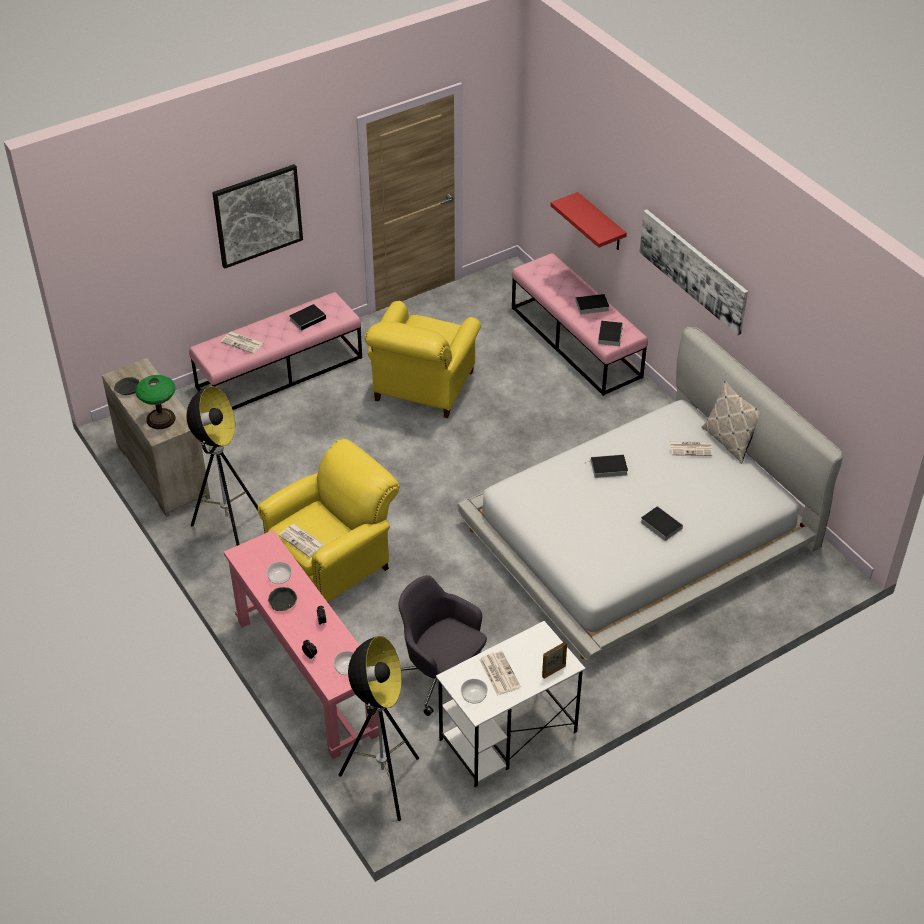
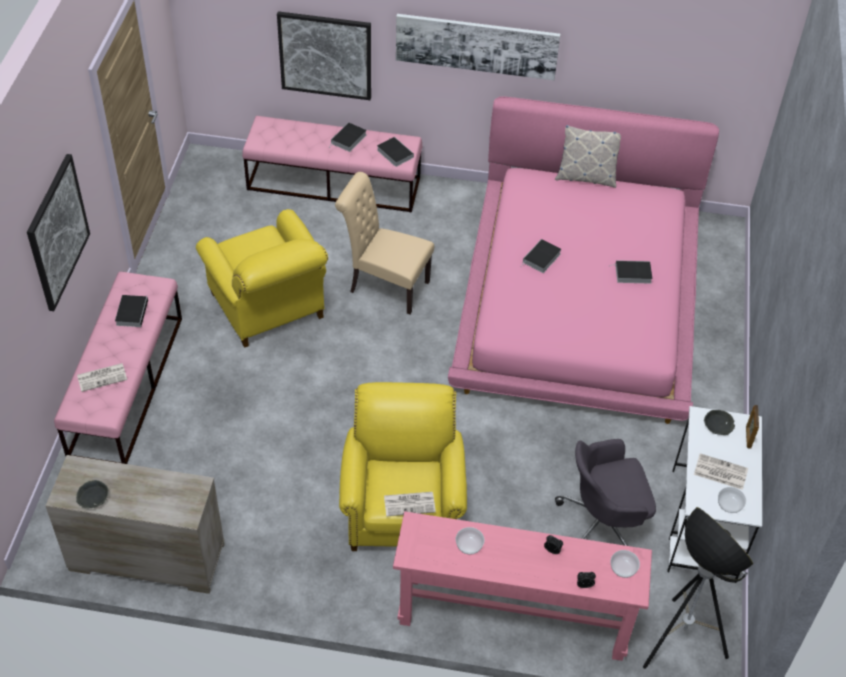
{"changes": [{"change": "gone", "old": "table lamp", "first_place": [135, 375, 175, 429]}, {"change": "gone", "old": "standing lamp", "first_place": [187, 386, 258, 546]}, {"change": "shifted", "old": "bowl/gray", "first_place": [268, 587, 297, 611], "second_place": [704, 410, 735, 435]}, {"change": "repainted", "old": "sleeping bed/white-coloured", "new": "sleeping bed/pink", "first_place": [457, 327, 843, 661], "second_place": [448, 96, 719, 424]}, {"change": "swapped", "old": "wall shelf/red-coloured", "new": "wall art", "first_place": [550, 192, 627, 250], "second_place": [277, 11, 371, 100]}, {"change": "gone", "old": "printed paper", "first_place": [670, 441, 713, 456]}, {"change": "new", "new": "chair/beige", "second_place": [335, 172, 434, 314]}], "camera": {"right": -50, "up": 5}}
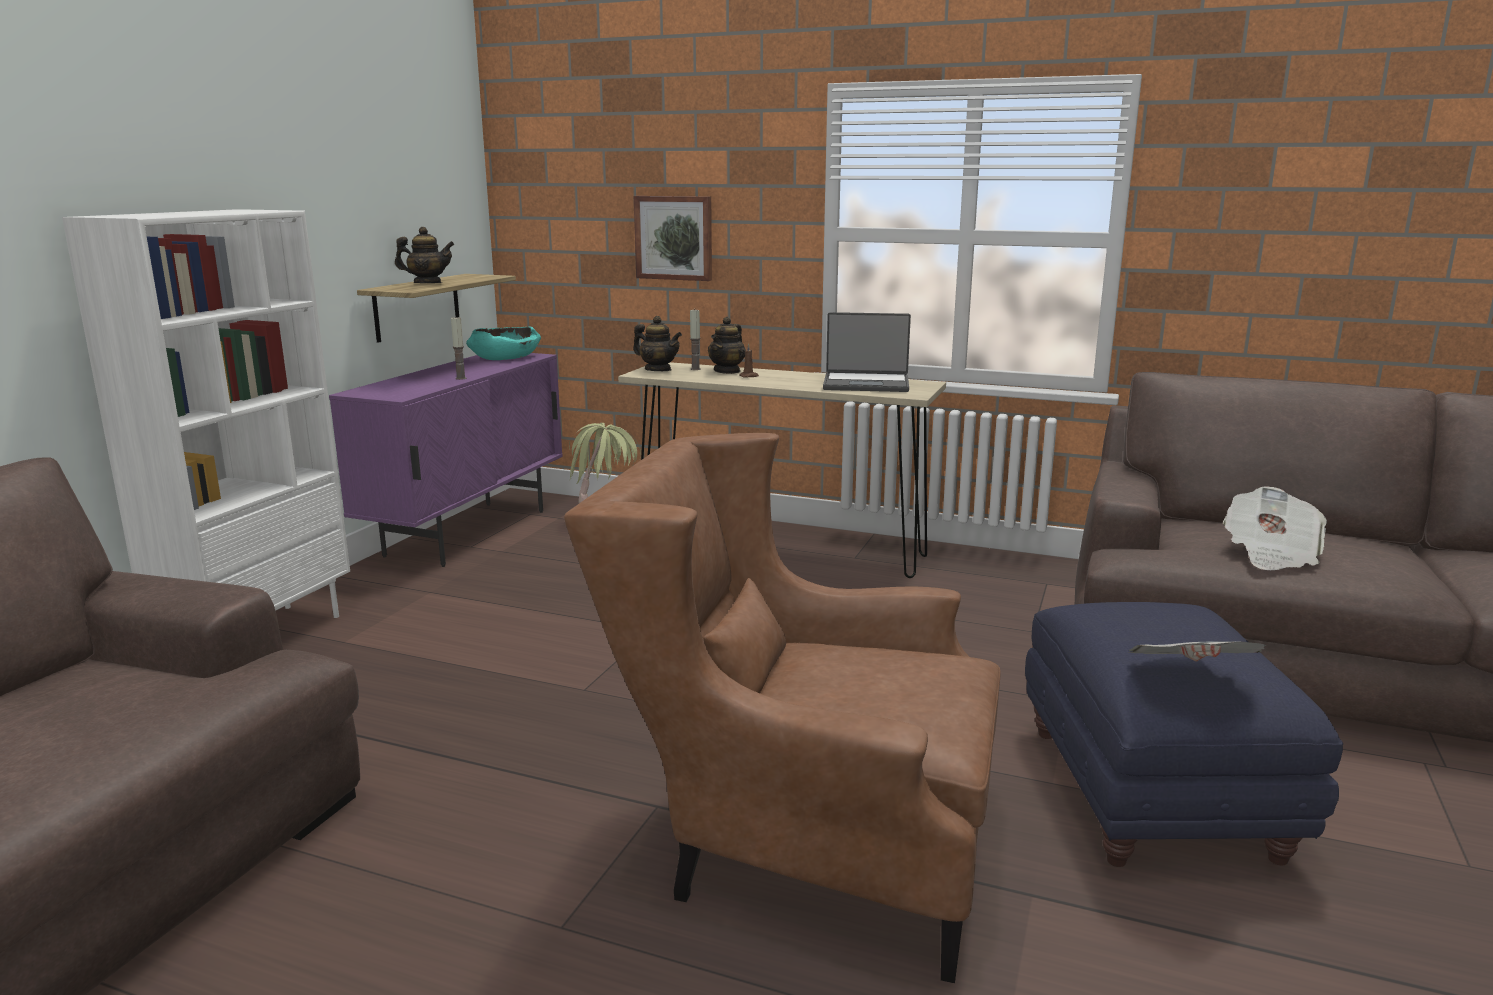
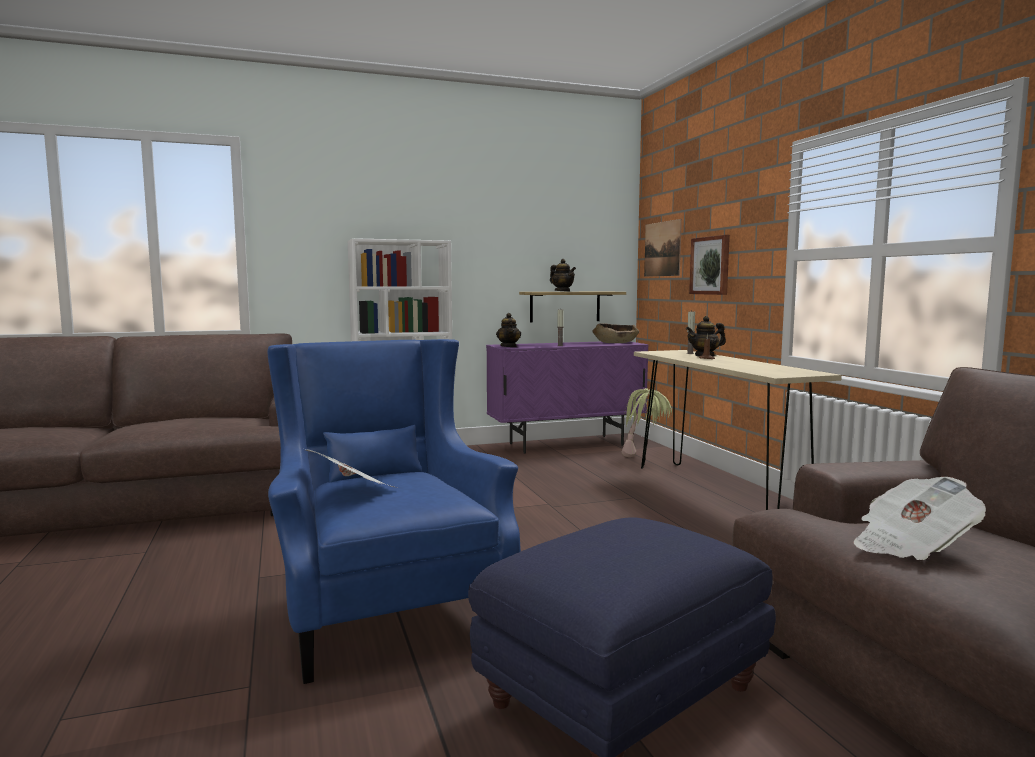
{"changes": [{"change": "repainted", "old": "bowl/turquoise-coloured", "new": "bowl/brownish", "first_place": [466, 327, 541, 360], "second_place": [593, 323, 639, 343]}, {"change": "repainted", "old": "easy chair/brownish", "new": "easy chair/blue-coloured", "first_place": [564, 433, 1001, 983], "second_place": [268, 339, 521, 684]}, {"change": "shifted", "old": "tea pot", "first_place": [633, 316, 682, 371], "second_place": [496, 313, 521, 347]}, {"change": "gone", "old": "portable computer", "first_place": [823, 312, 911, 392]}, {"change": "shifted", "old": "printed paper", "first_place": [1129, 641, 1267, 662], "second_place": [306, 449, 394, 487]}, {"change": "new", "new": "wall art", "second_place": [644, 219, 682, 277]}], "camera": {"right": 50, "up": -10}}
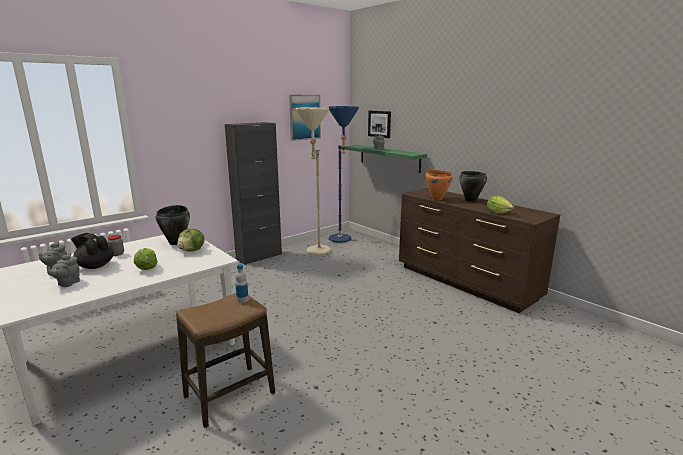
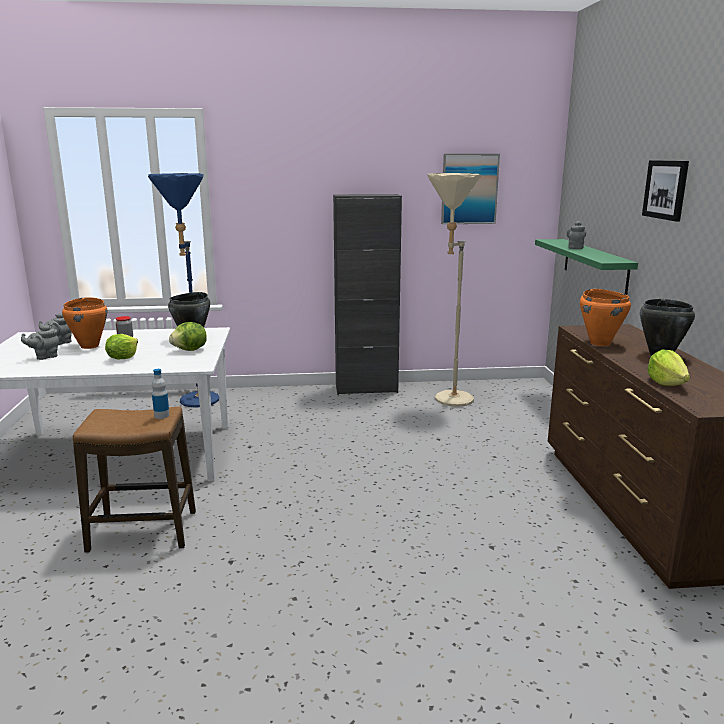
{"changes": [{"change": "swapped", "old": "tea pot/black-coloured", "new": "stockpot/orangey", "first_place": [71, 233, 114, 269], "second_place": [62, 297, 108, 349]}, {"change": "shifted", "old": "standing lamp/blue-coloured", "first_place": [328, 106, 359, 243], "second_place": [148, 173, 219, 407]}, {"change": "shifted", "old": "wall art", "first_place": [368, 111, 391, 138], "second_place": [642, 160, 689, 221]}], "camera": {"right": 35, "up": 0}}
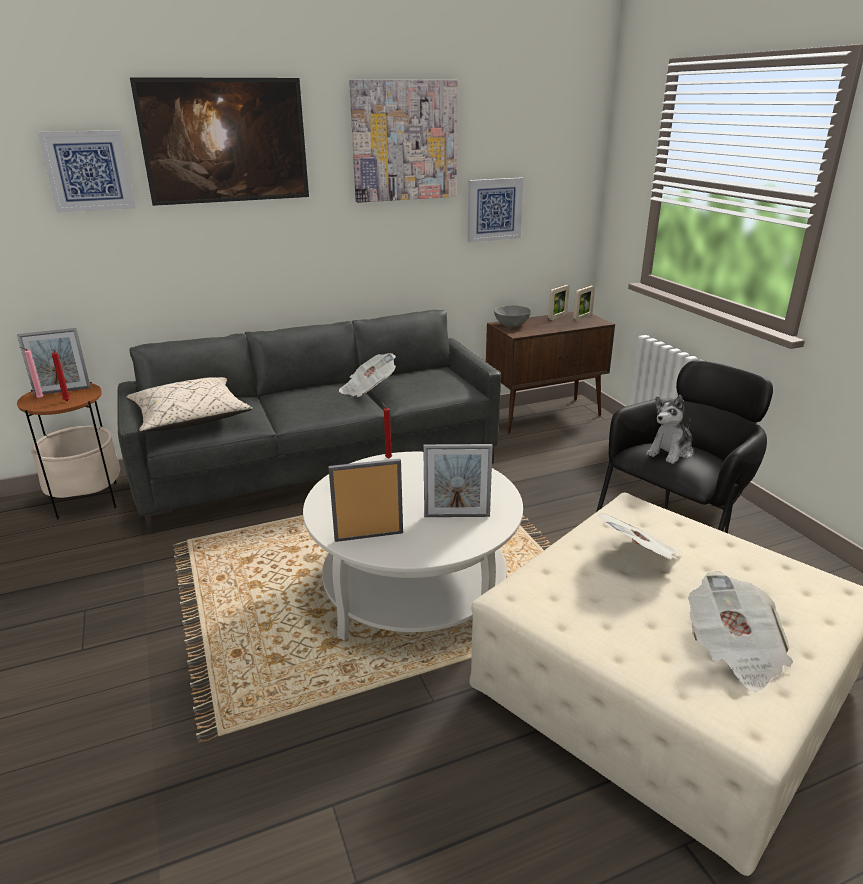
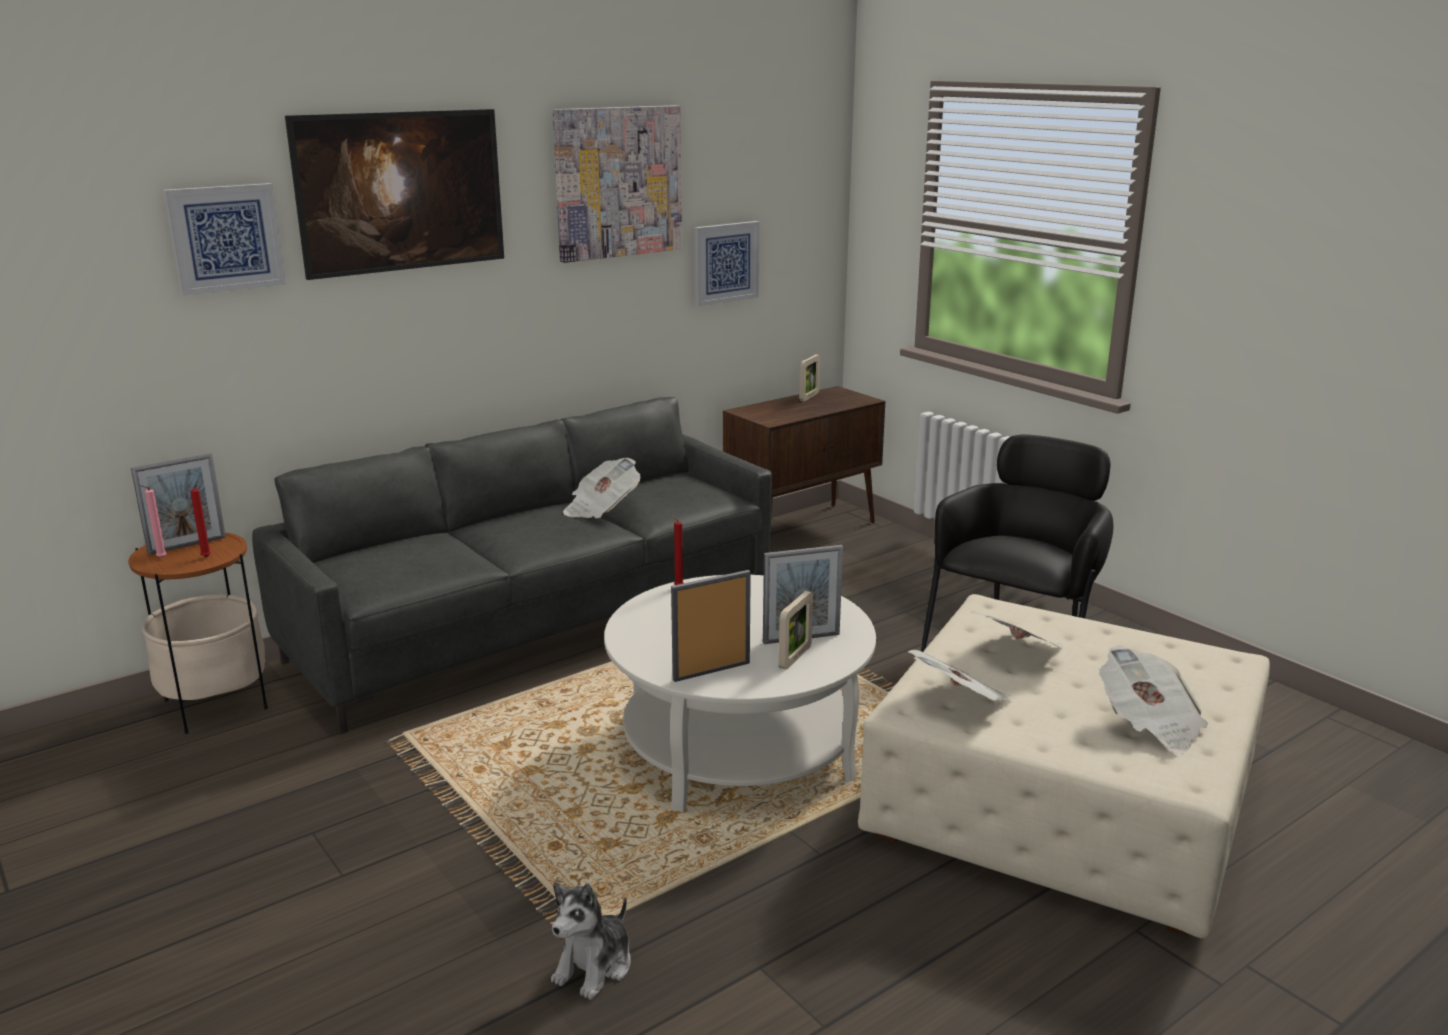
{"changes": [{"change": "gone", "old": "throw pillow/beige", "first_place": [127, 377, 253, 432]}, {"change": "gone", "old": "bowl/gray", "first_place": [494, 305, 531, 327]}, {"change": "shifted", "old": "photo frame", "first_place": [573, 286, 595, 321], "second_place": [779, 591, 813, 670]}, {"change": "shifted", "old": "cuddly toy", "first_place": [646, 395, 693, 464], "second_place": [551, 882, 631, 1000]}, {"change": "new", "new": "printed paper", "second_place": [908, 650, 1013, 702]}], "camera": {"right": -15, "up": -5}}
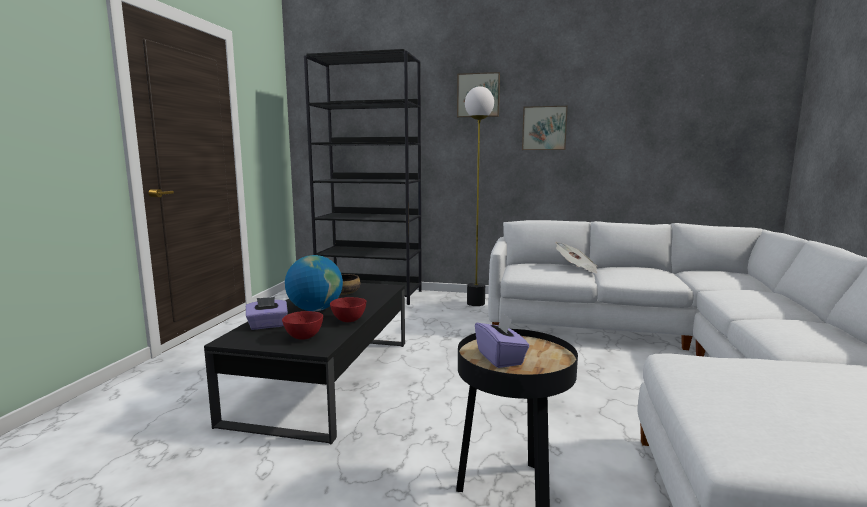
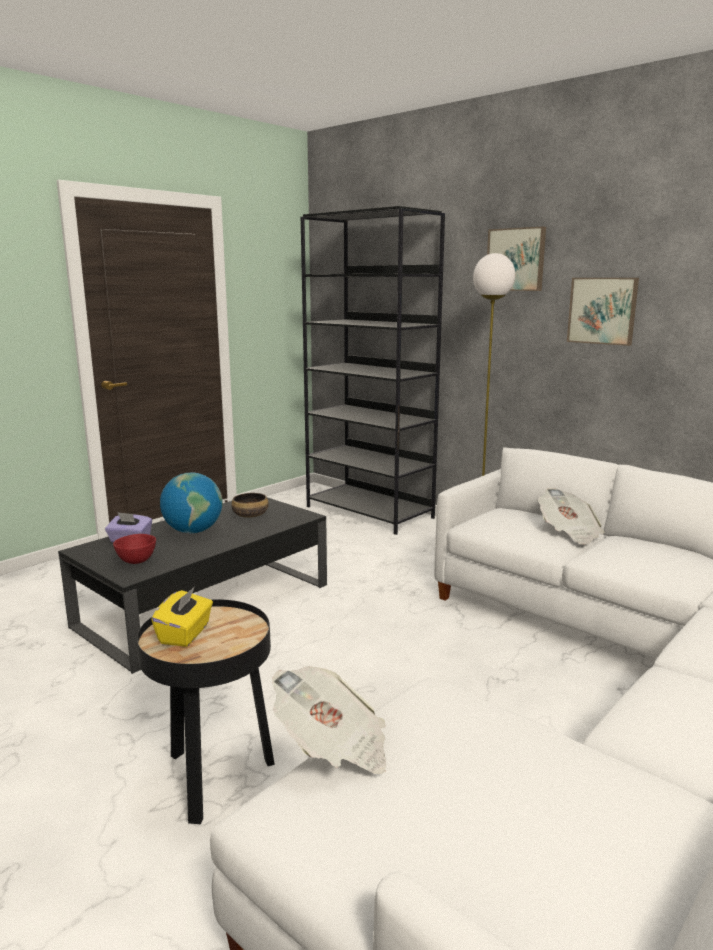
{"changes": [{"change": "gone", "old": "bowl/red-coloured", "first_place": [330, 297, 366, 322]}, {"change": "repainted", "old": "tissue box/purple", "new": "tissue box/yellowish", "first_place": [475, 313, 529, 368], "second_place": [151, 587, 213, 647]}, {"change": "new", "new": "printed paper", "second_place": [272, 666, 386, 774]}], "camera": {"right": 30, "up": 5}}
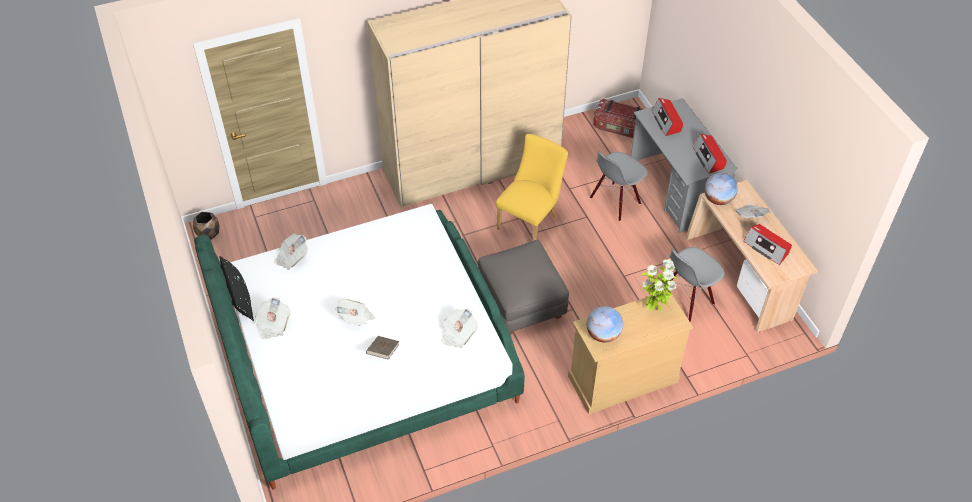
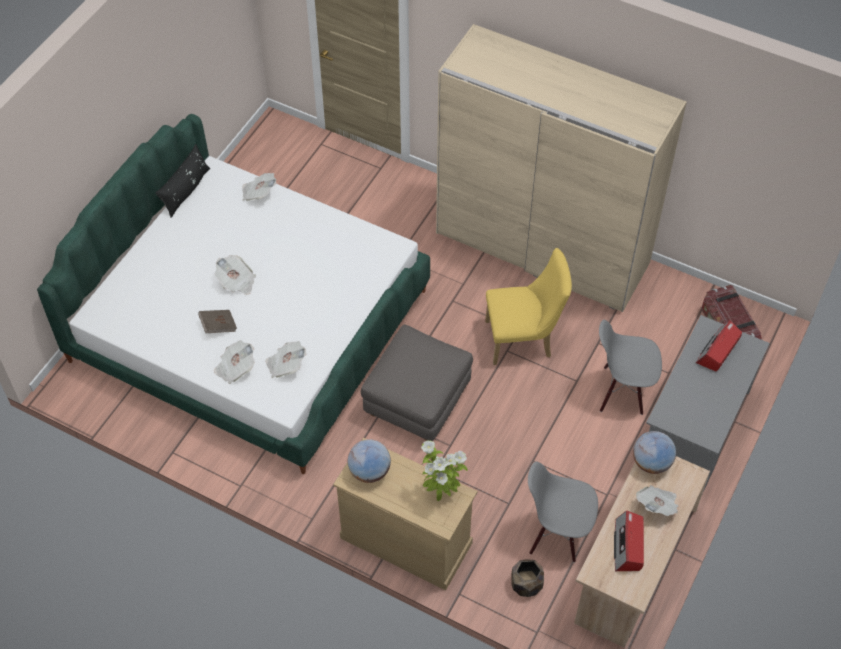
{"changes": [{"change": "shifted", "old": "flower pot/brownish", "first_place": [193, 212, 219, 240], "second_place": [511, 559, 544, 597]}, {"change": "shifted", "old": "printed paper", "first_place": [255, 297, 291, 339], "second_place": [214, 340, 255, 384]}, {"change": "gone", "old": "radio set", "first_place": [693, 134, 727, 174]}], "camera": {"right": 50, "up": 5}}
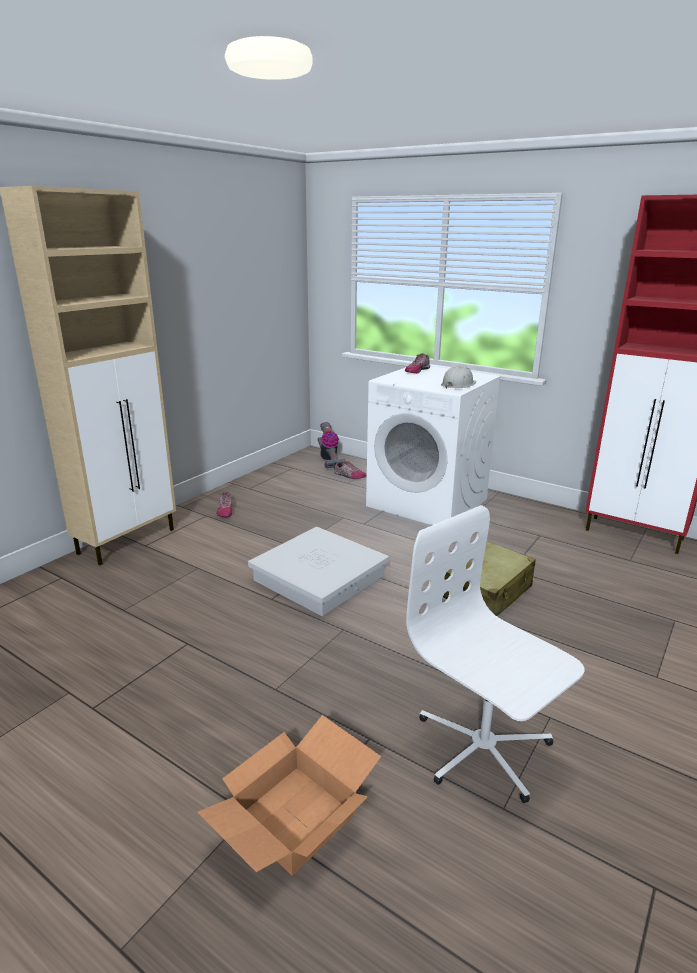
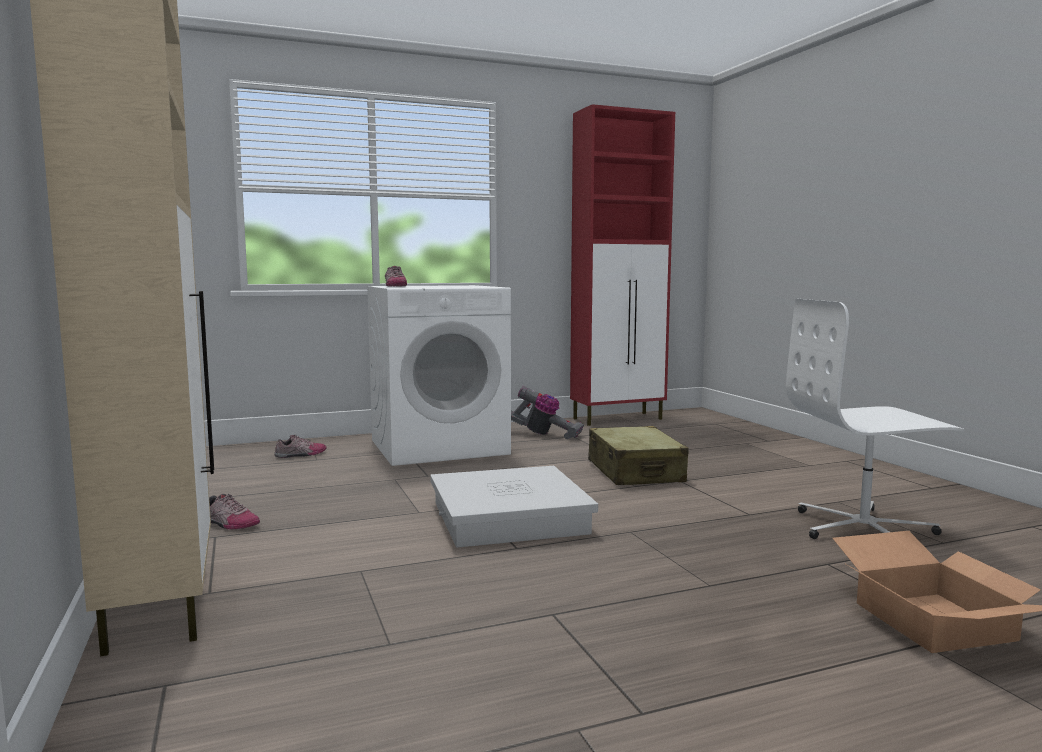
{"changes": [{"change": "shifted", "old": "vacuum cleaner", "first_place": [318, 422, 345, 469], "second_place": [511, 386, 584, 439]}, {"change": "gone", "old": "work helmet/white-coloured", "first_place": [441, 365, 477, 389]}], "camera": {"right": -55, "up": -15}}
